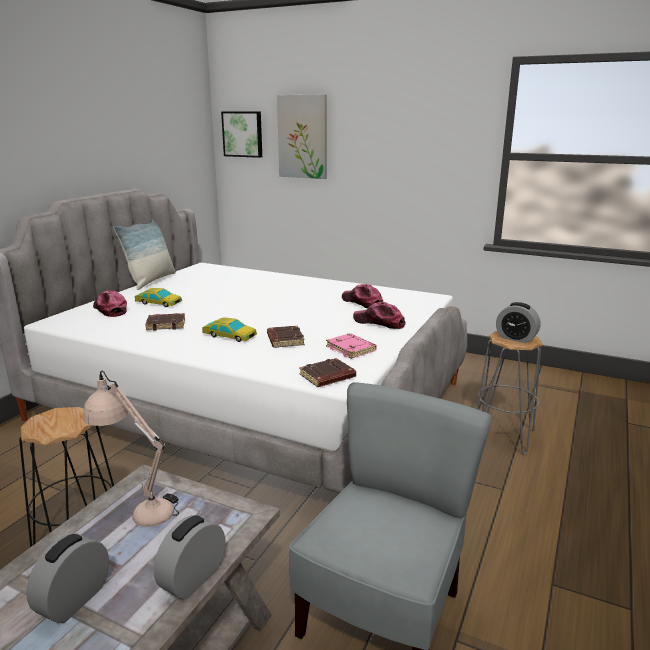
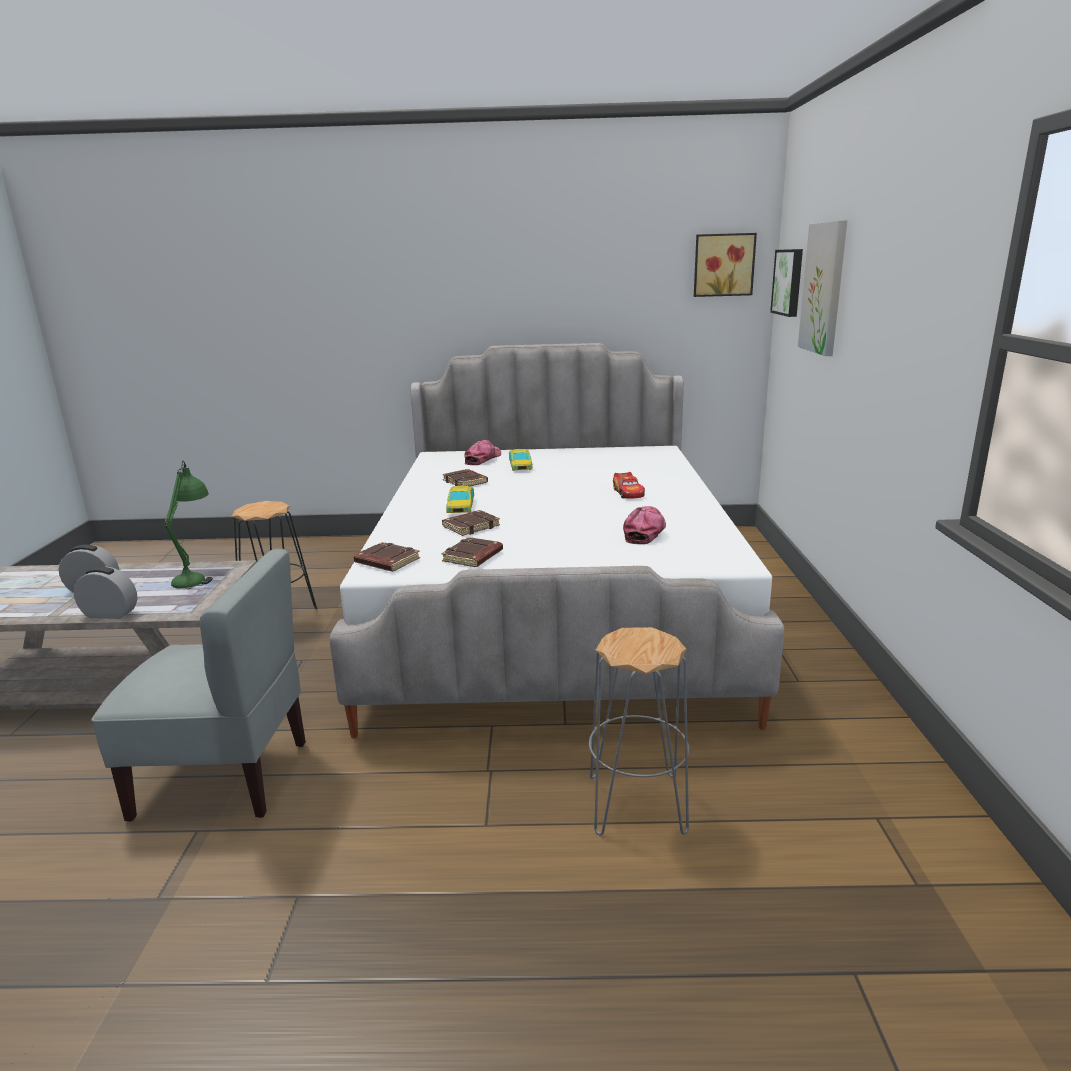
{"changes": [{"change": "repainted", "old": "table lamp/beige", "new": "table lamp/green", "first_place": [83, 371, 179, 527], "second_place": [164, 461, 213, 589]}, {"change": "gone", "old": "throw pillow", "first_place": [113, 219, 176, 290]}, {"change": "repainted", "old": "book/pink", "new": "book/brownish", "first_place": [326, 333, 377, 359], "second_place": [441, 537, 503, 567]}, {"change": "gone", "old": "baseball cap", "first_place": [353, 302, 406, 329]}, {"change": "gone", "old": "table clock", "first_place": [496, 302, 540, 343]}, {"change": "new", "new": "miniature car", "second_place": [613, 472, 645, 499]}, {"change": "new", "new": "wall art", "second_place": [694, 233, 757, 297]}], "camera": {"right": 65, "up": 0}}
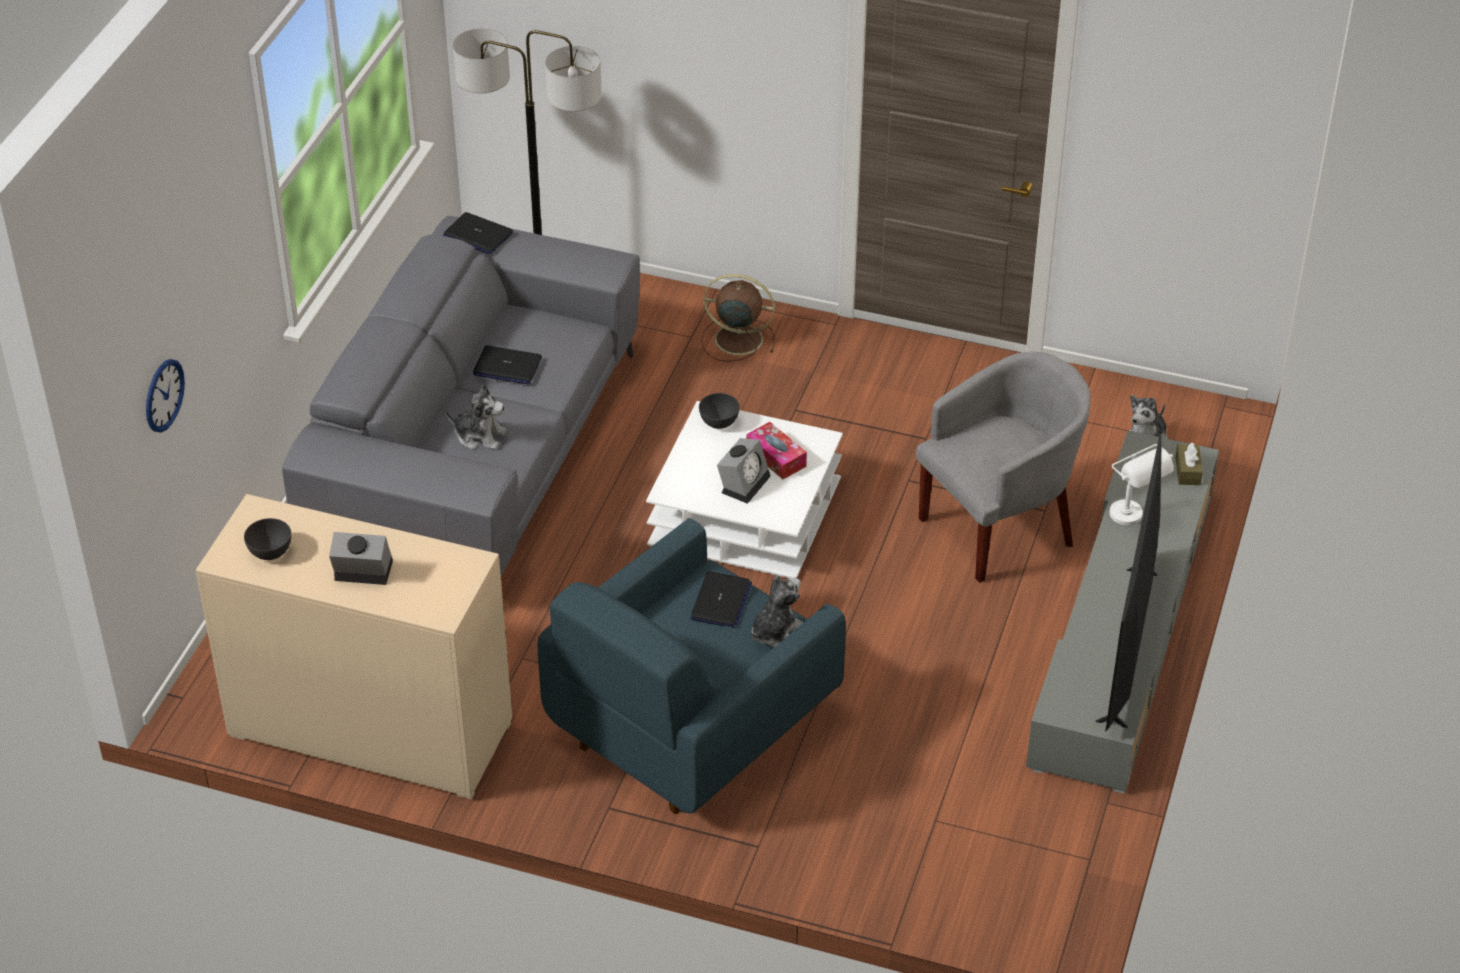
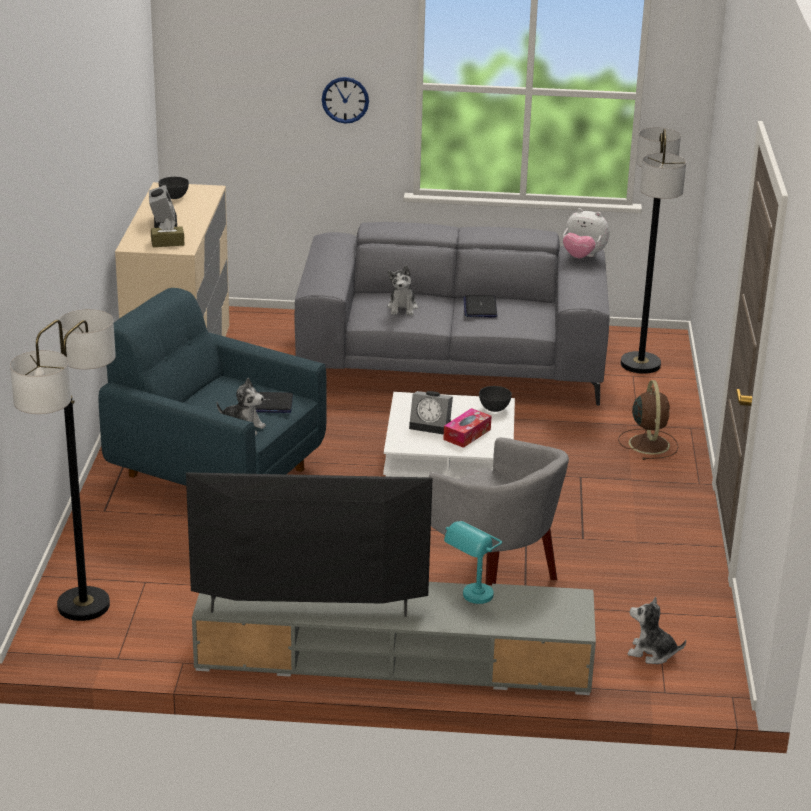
{"changes": [{"change": "shifted", "old": "hanging clock", "first_place": [146, 359, 185, 433], "second_place": [322, 77, 369, 124]}, {"change": "swapped", "old": "portable computer", "new": "cuddly toy", "first_place": [443, 212, 513, 254], "second_place": [563, 208, 609, 258]}, {"change": "repainted", "old": "table lamp/white-coloured", "new": "table lamp/turquoise-coloured", "first_place": [1109, 444, 1173, 525], "second_place": [444, 521, 502, 604]}, {"change": "shifted", "old": "tissue box/brownish", "first_place": [1175, 442, 1203, 485], "second_place": [151, 218, 184, 247]}, {"change": "new", "new": "standing lamp", "second_place": [10, 309, 116, 621]}], "camera": {"right": 75, "up": -15}}
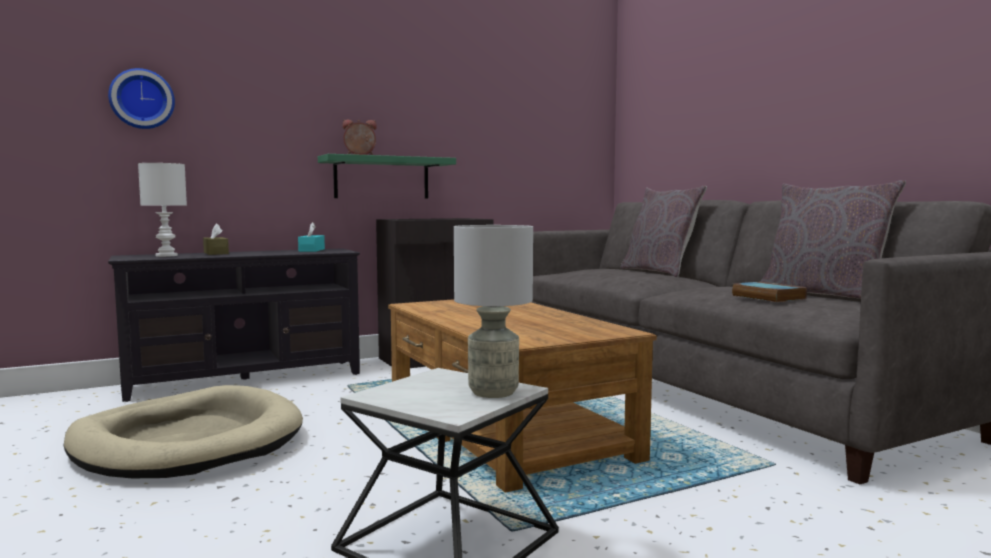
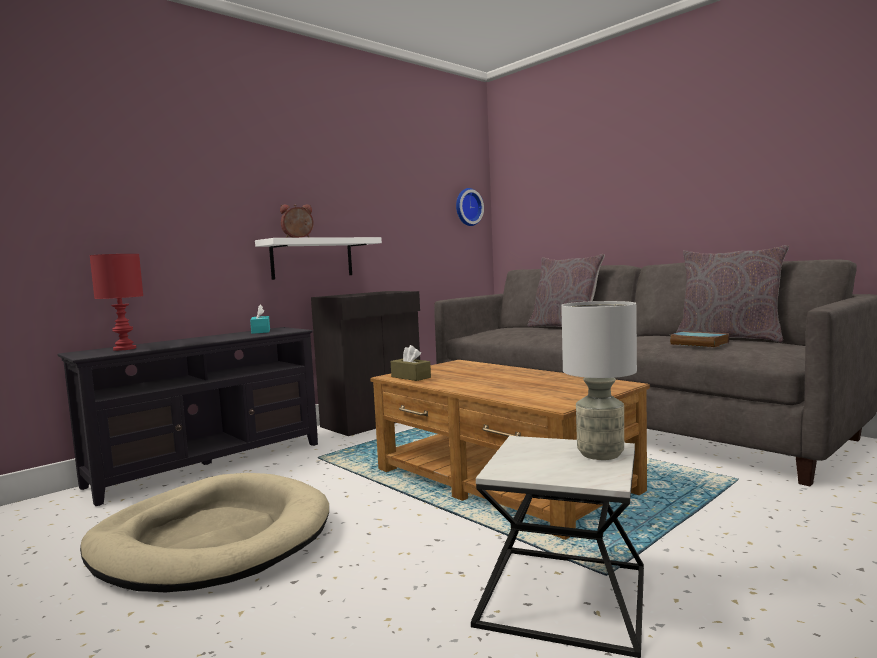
{"changes": [{"change": "shifted", "old": "hanging clock", "first_place": [108, 68, 175, 129], "second_place": [456, 188, 484, 226]}, {"change": "repainted", "old": "table lamp/white-coloured", "new": "table lamp/red-coloured", "first_place": [138, 163, 187, 257], "second_place": [89, 254, 143, 351]}, {"change": "shifted", "old": "tissue box/brownish", "first_place": [203, 223, 229, 255], "second_place": [391, 345, 431, 381]}, {"change": "repainted", "old": "wall shelf/green", "new": "wall shelf/white-coloured", "first_place": [318, 154, 456, 198], "second_place": [255, 237, 382, 280]}], "camera": {"right": -15, "up": 0}}
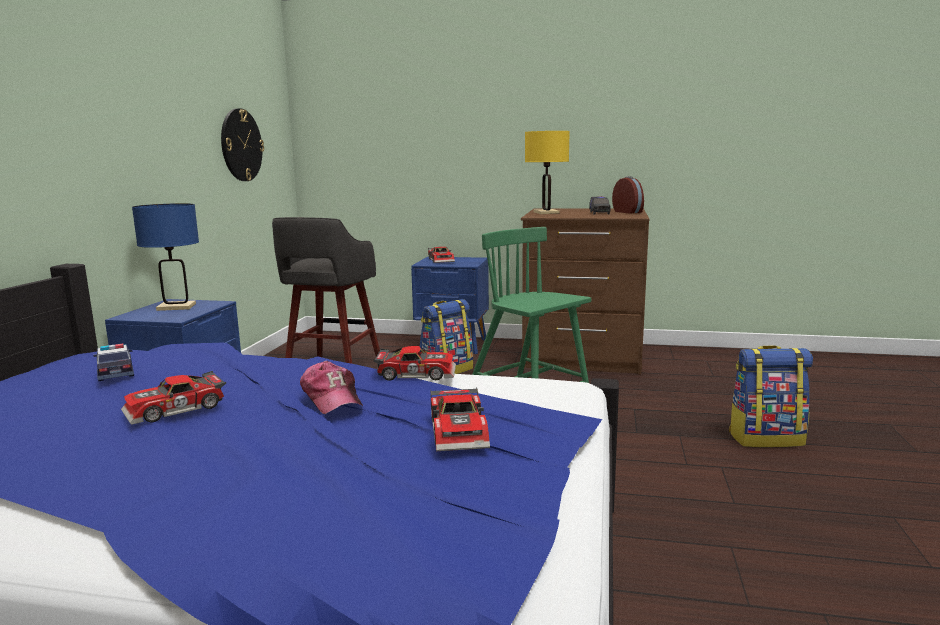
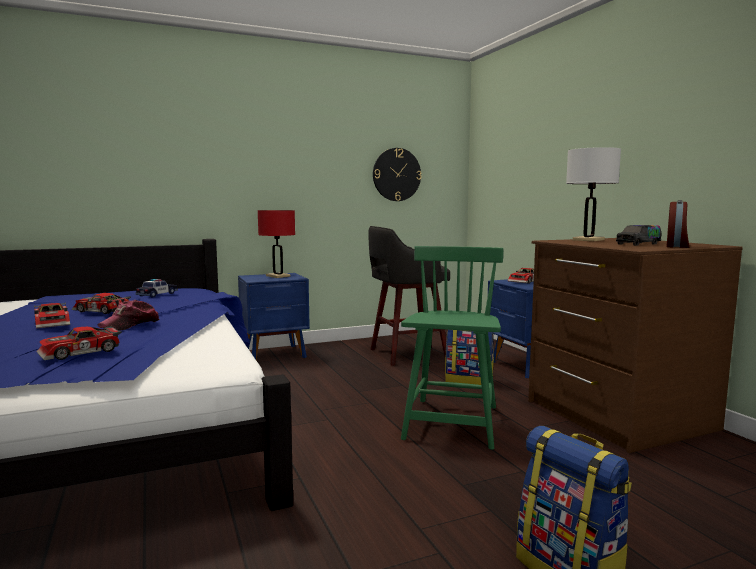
{"changes": [{"change": "repainted", "old": "table lamp/blue-coloured", "new": "table lamp/red-coloured", "first_place": [132, 203, 199, 311], "second_place": [258, 210, 295, 278]}, {"change": "shifted", "old": "miniature car", "first_place": [374, 346, 456, 381], "second_place": [34, 302, 70, 328]}, {"change": "repainted", "old": "table lamp/yellowish", "new": "table lamp/white-coloured", "first_place": [525, 131, 570, 214], "second_place": [566, 147, 621, 241]}], "camera": {"right": 55, "up": -5}}
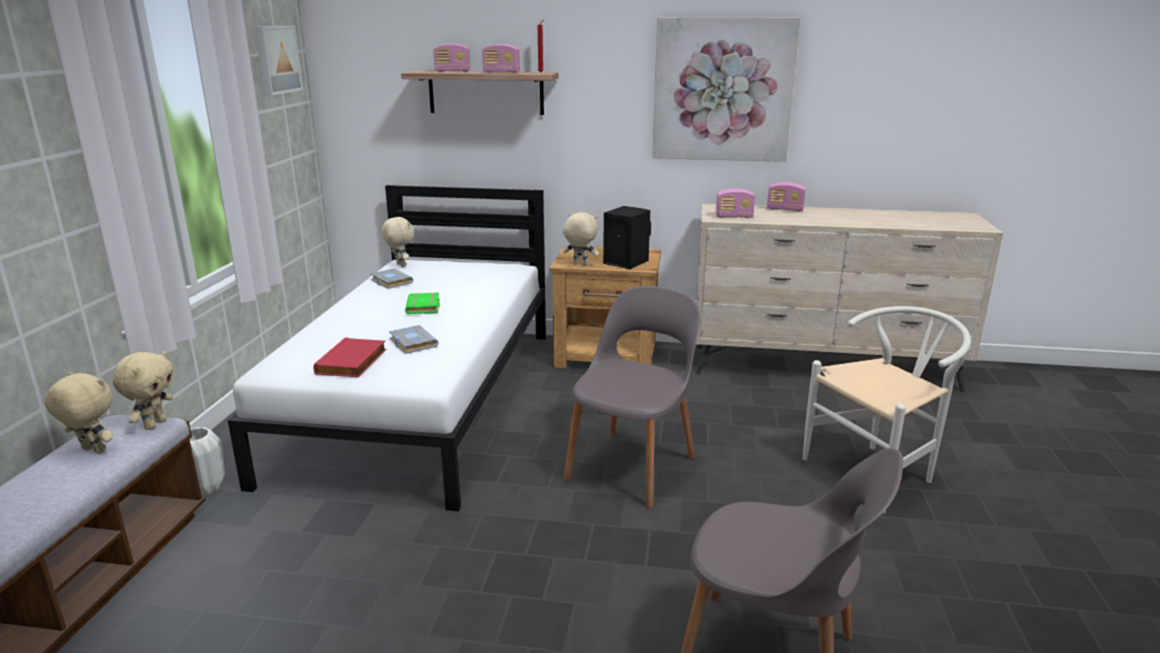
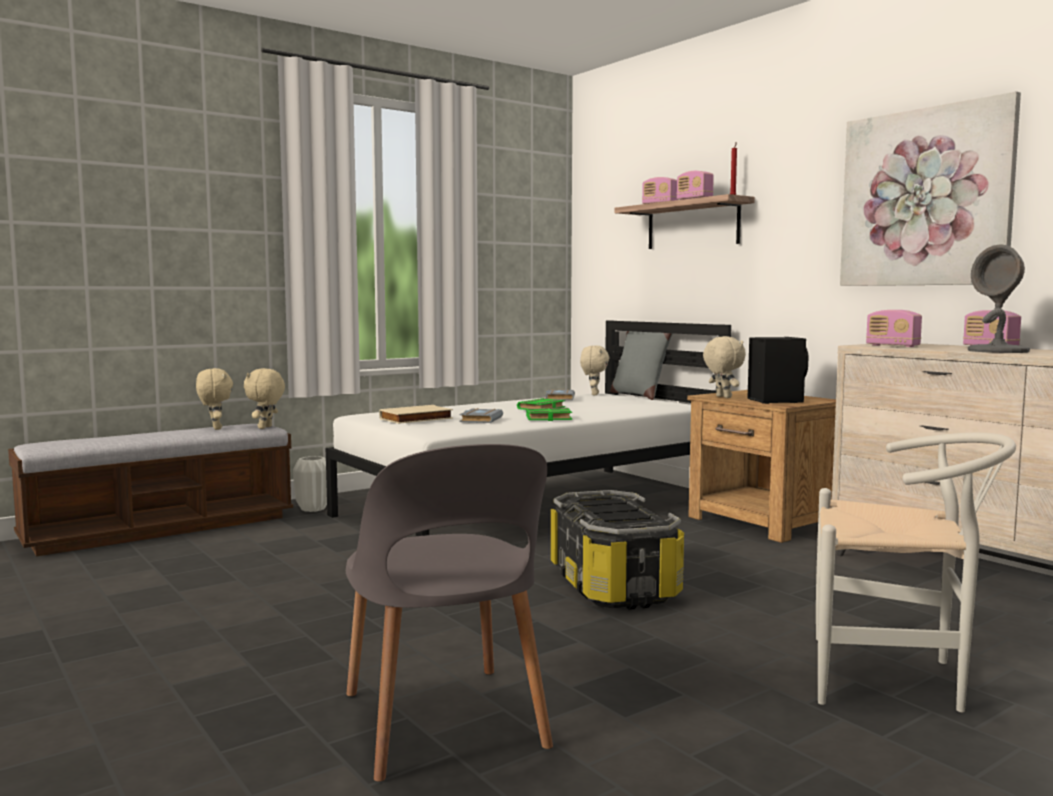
{"changes": [{"change": "rotated", "old": "cuddly toy/beige", "first_place": [113, 351, 174, 430], "second_place": [244, 368, 285, 429], "degrees": 135}, {"change": "gone", "old": "wall art", "first_place": [255, 26, 303, 95]}, {"change": "repainted", "old": "book/red-coloured", "new": "book/beige", "first_place": [313, 337, 387, 377], "second_place": [379, 405, 453, 424]}, {"change": "swapped", "old": "chair/gray", "new": "storage bin", "first_place": [563, 286, 700, 508], "second_place": [551, 490, 684, 610]}, {"change": "new", "new": "book/green", "second_place": [526, 408, 572, 421]}, {"change": "new", "new": "throw pillow/gray", "second_place": [610, 331, 673, 400]}, {"change": "new", "new": "table lamp/gray", "second_place": [968, 244, 1030, 353]}], "camera": {"right": 45, "up": -15}}
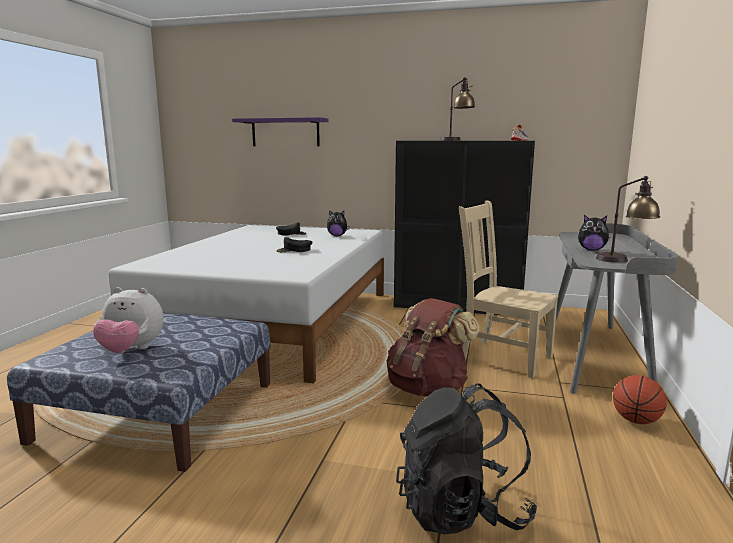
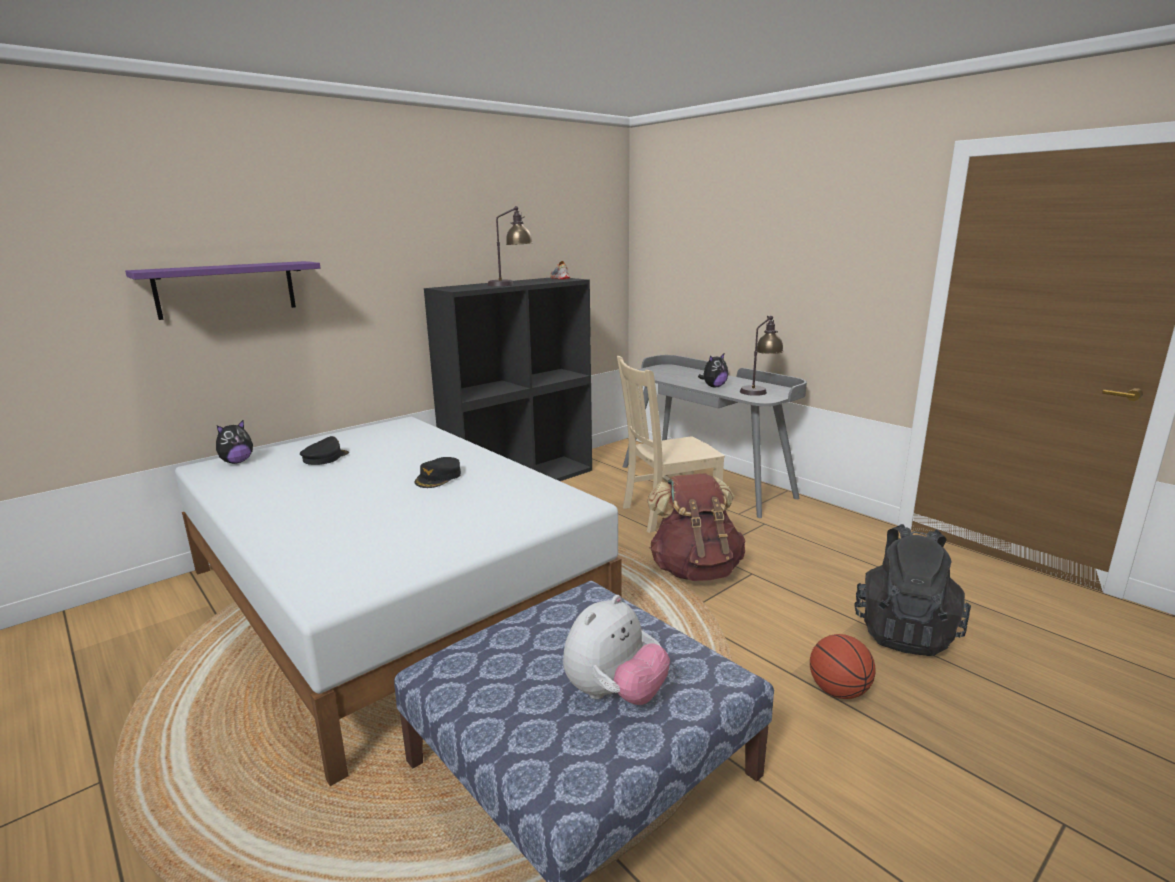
{"changes": [{"change": "shifted", "old": "cuddly toy", "first_place": [327, 210, 350, 236], "second_place": [216, 420, 253, 464]}, {"change": "shifted", "old": "basketball ball", "first_place": [613, 375, 667, 424], "second_place": [810, 634, 876, 699]}], "camera": {"right": -55, "up": 5}}
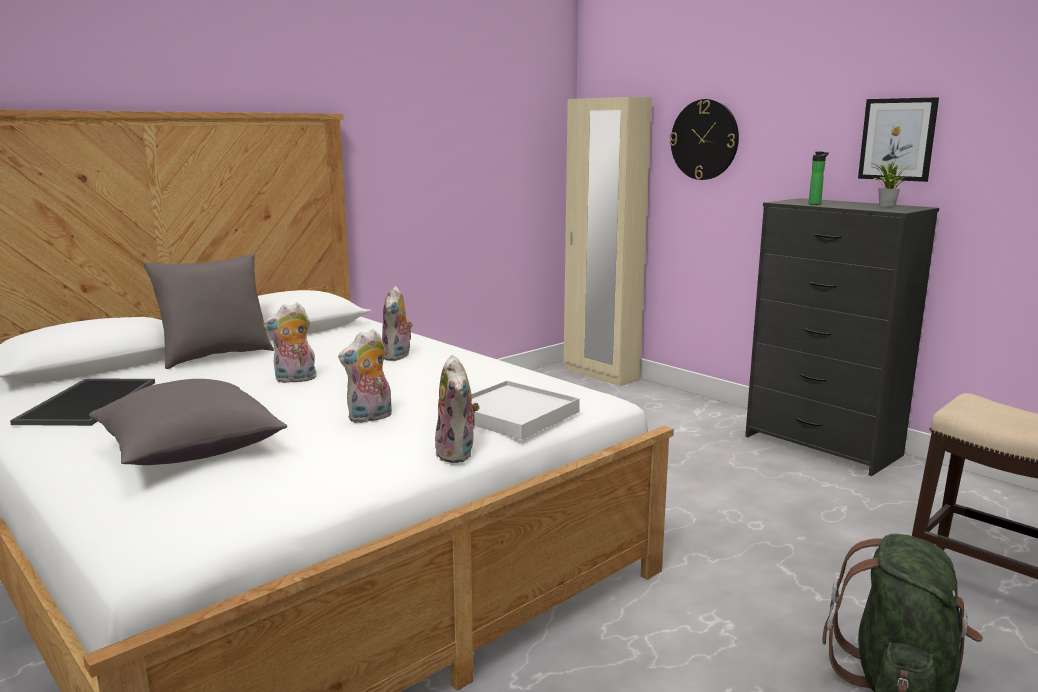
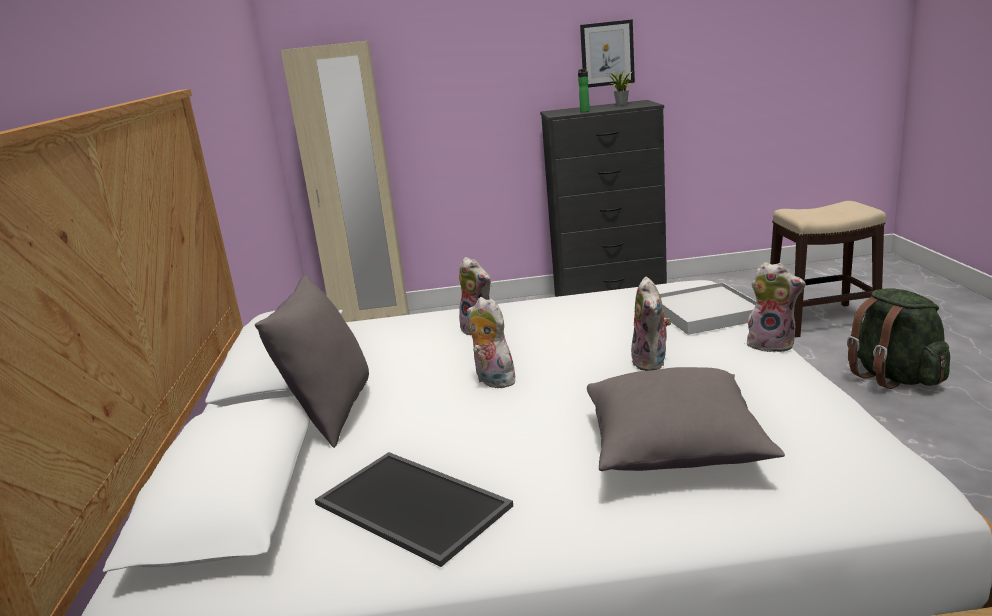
{"changes": [{"change": "rotated", "old": "cuddly toy", "first_place": [263, 303, 317, 383], "second_place": [467, 297, 517, 388], "degrees": 120}, {"change": "gone", "old": "hanging clock", "first_place": [670, 99, 739, 180]}], "camera": {"right": -50, "up": 5}}
